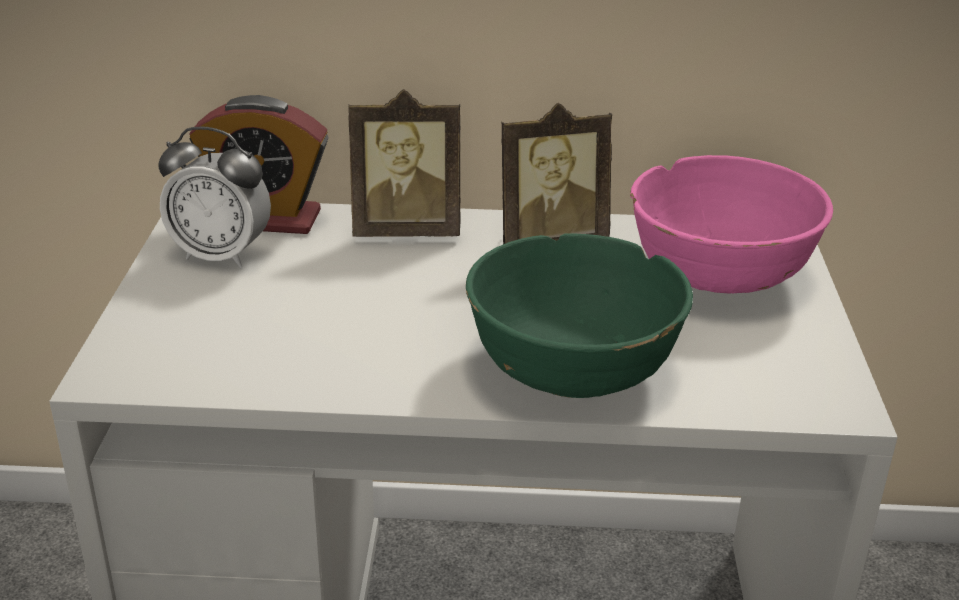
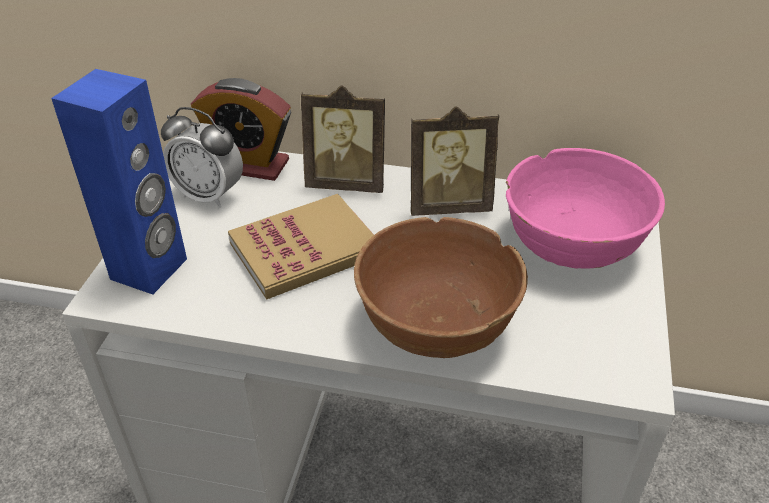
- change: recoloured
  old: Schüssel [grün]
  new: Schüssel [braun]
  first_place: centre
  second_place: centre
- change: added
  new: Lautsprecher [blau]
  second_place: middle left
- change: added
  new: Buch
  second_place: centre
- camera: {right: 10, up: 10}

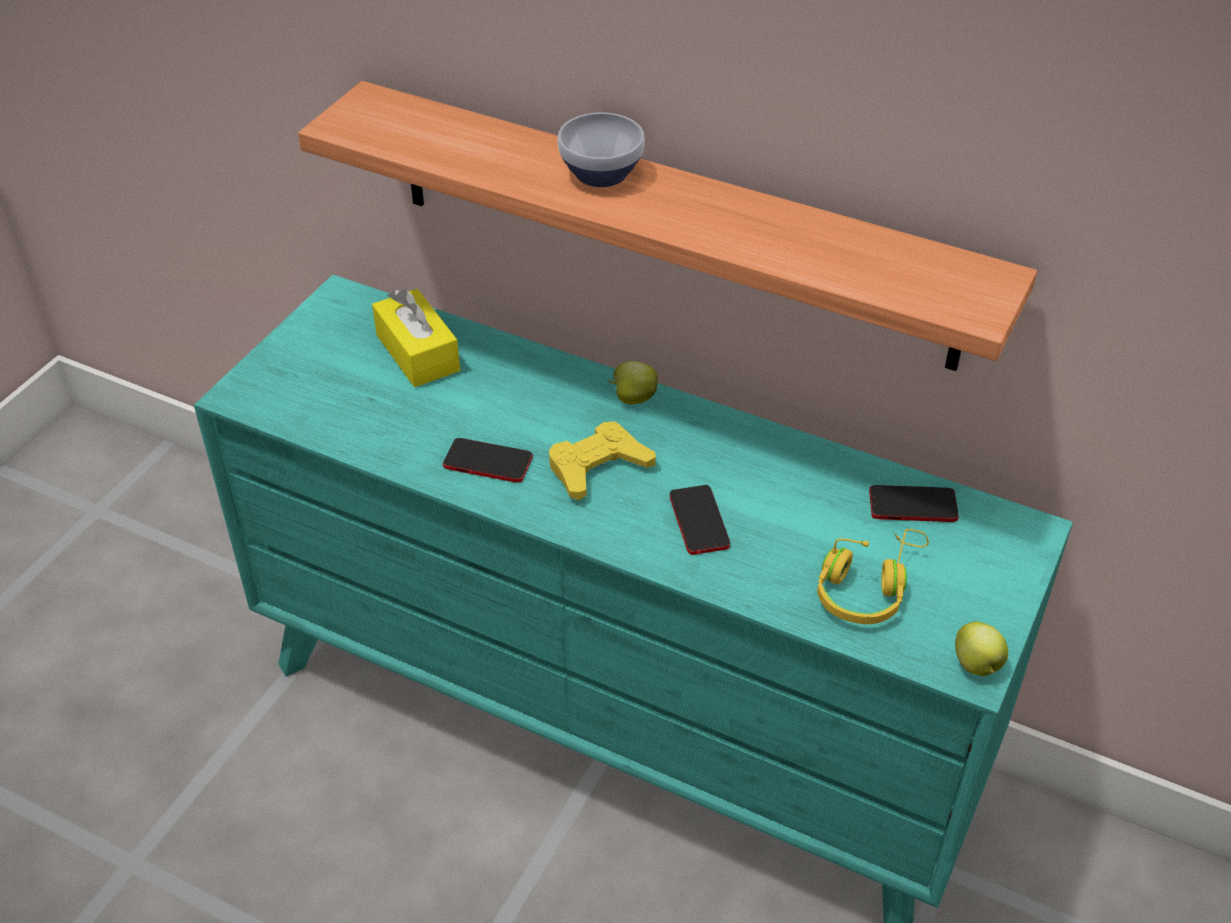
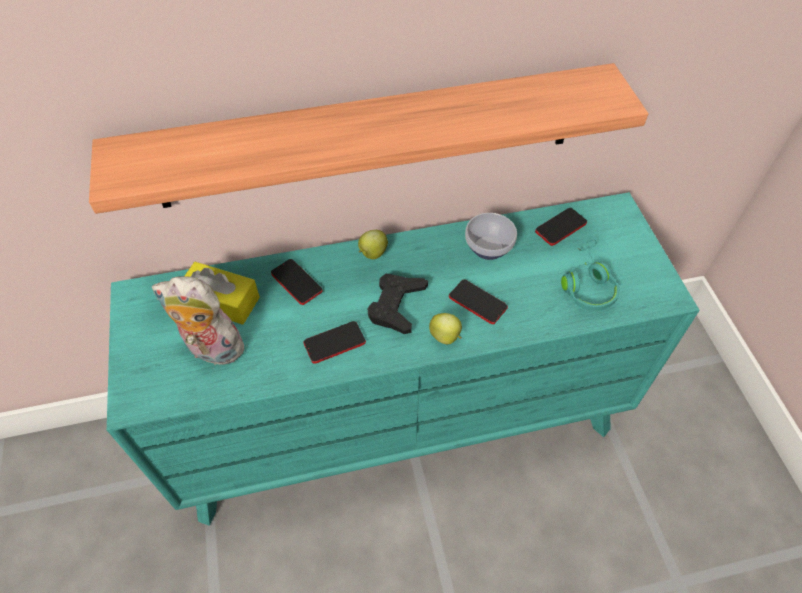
- change: moved
  old: Schüssel
  first_place: top centre
  second_place: centre
- change: recoloured
  old: Gamepad [gelb]
  new: Gamepad [schwarz]
  first_place: centre
  second_place: centre
- change: recoloured
  old: Kopfhörer [gelb]
  new: Kopfhörer [türkis]
  first_place: middle right
  second_place: middle right
- change: moved
  old: Apfel (2nd from left)
  first_place: bottom right
  second_place: centre
- change: added
  new: Handy (1st from left)
  second_place: centre
- change: added
  new: Plüschtier
  second_place: middle left
- camera: {right: -40, up: 10}

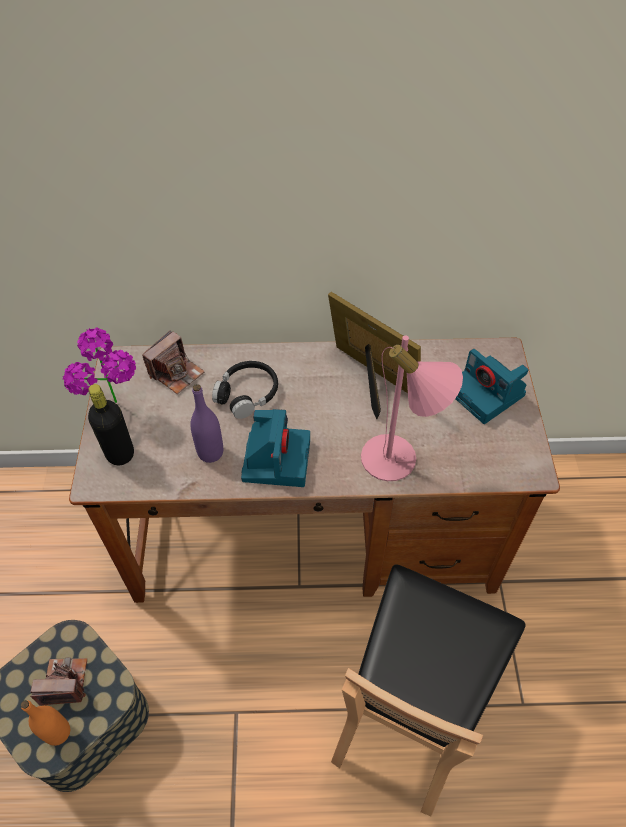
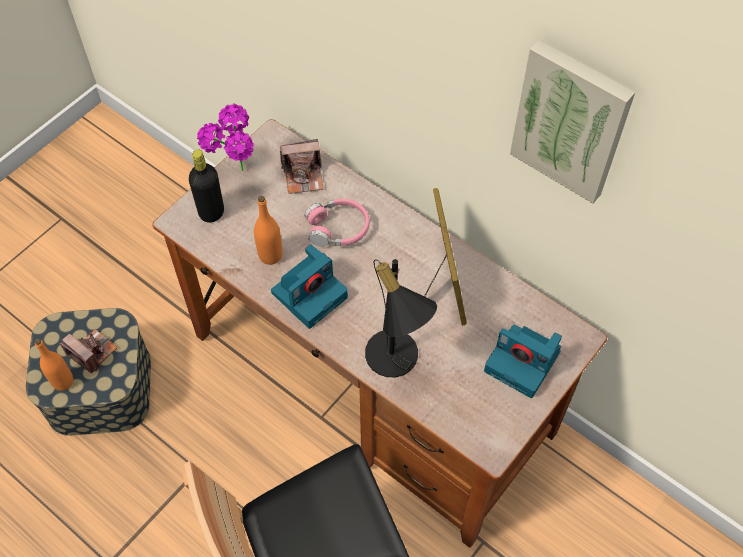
- change: recoloured
  old: Tischlampe [rosa]
  new: Tischlampe [schwarz]
  first_place: centre
  second_place: centre
- change: turned
  old: Kamera (4th from left)
  first_place: middle right
  second_place: middle right
  degrees: -60
- change: recoloured
  old: Kopfhörer [schwarz]
  new: Kopfhörer [rosa]
  first_place: centre
  second_place: centre
- change: recoloured
  old: Flasche [lila]
  new: Flasche [orange] (2nd from left)
  first_place: middle left
  second_place: centre
- change: added
  new: Bild
  second_place: top right
- camera: {right: 40, up: 5}

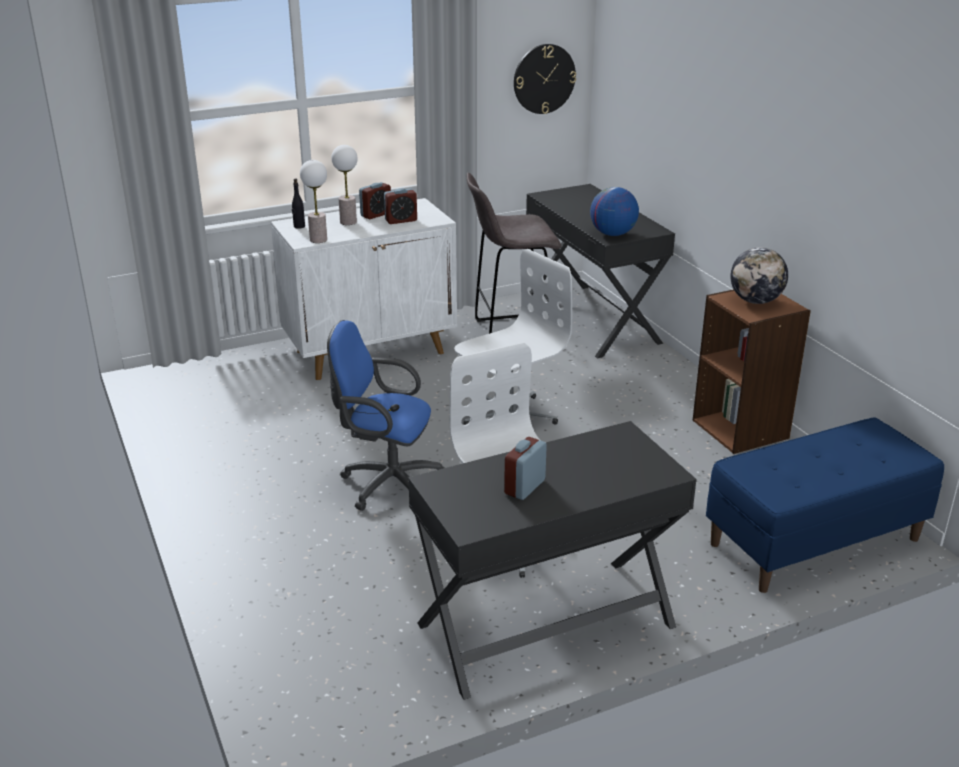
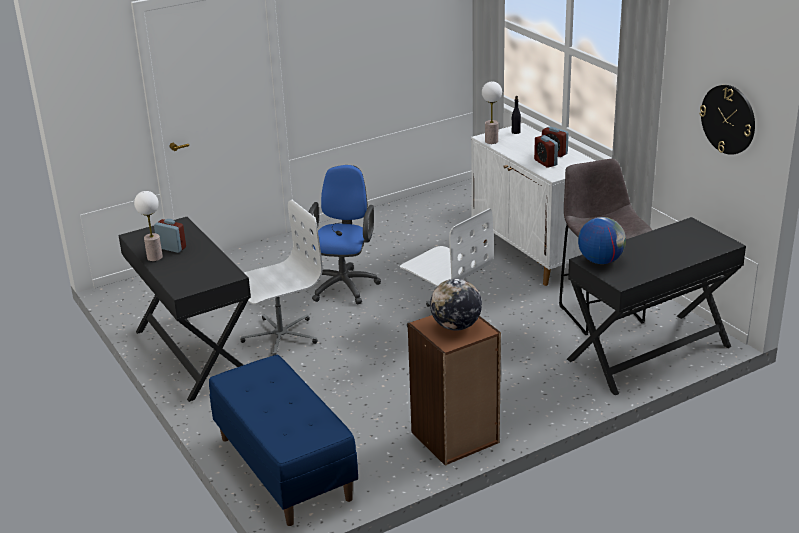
- change: moved
  old: Tischlampe (2nd from left in the first image)
  new: Tischlampe (1st from left)
  first_place: top centre
  second_place: middle left
- camera: {right: 85, up: 0}

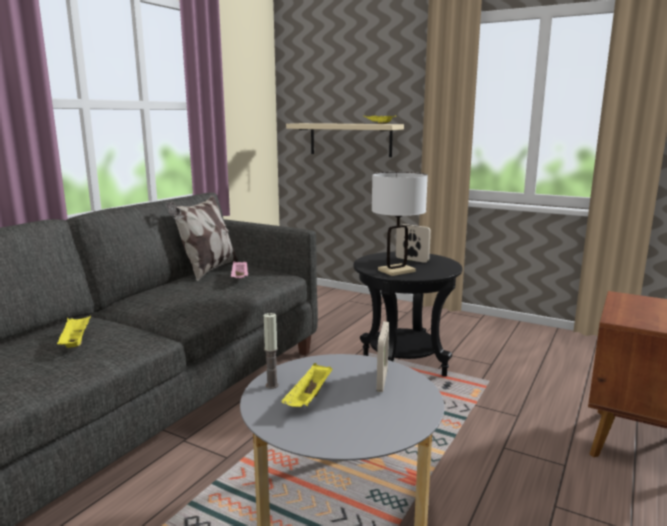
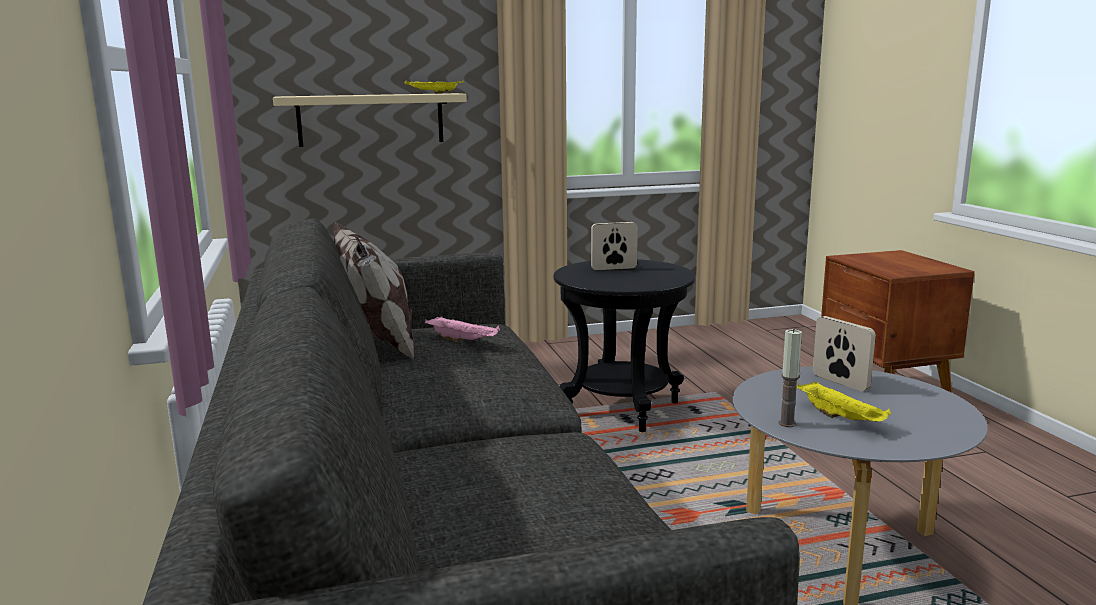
- change: removed
  old: Tischlampe [weiß]
  first_place: centre
- change: removed
  old: Tablett [gelb] (1st from left)
  first_place: middle left
- camera: {right: -45, up: 0}

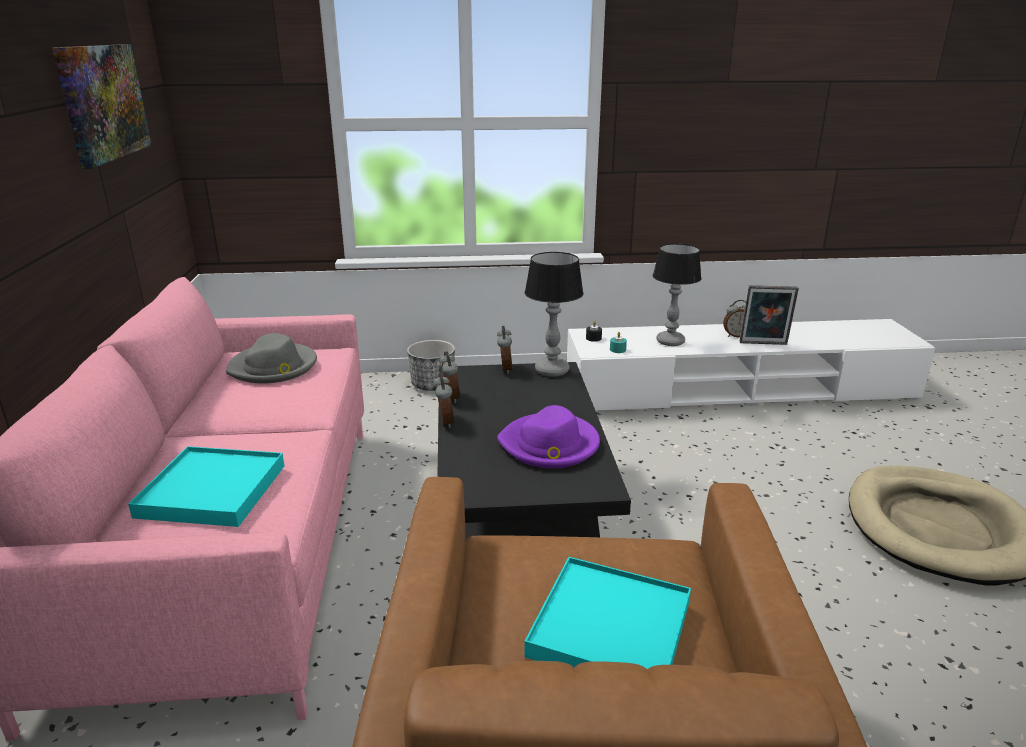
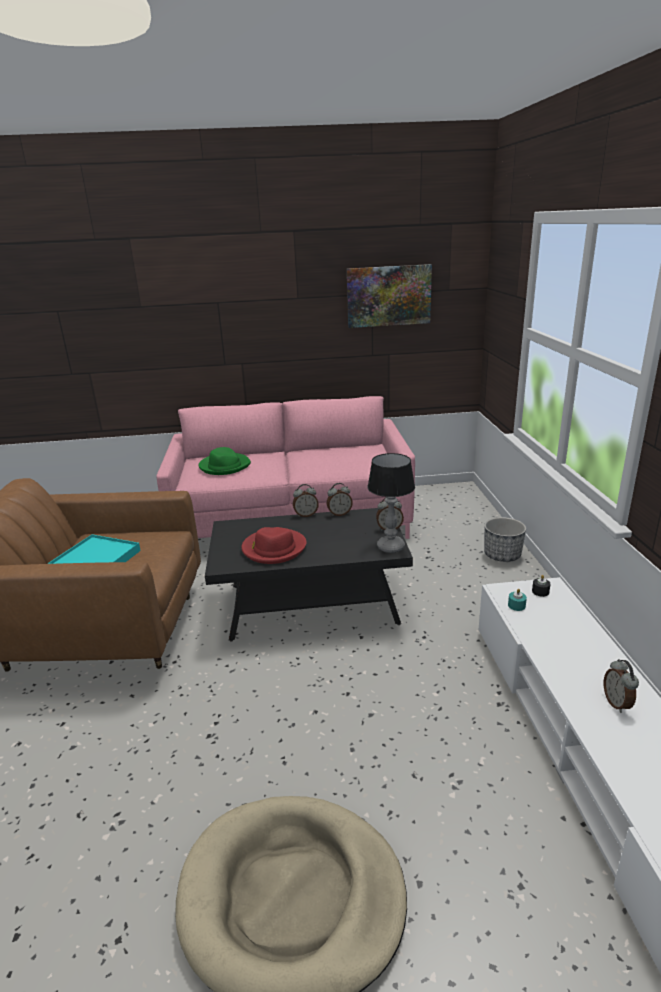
- change: removed
  old: Tischlampe (2nd from left)
  first_place: centre
- change: removed
  old: Bilderrahmen
  first_place: middle right
- change: removed
  old: Hut [grau]
  first_place: middle left
- change: recoloured
  old: Hut [lila]
  new: Hut [rot]
  first_place: centre
  second_place: centre
- change: replaced
  old: Tablett [türkis] (1st from left)
  new: Hut [grün]
  first_place: middle left
  second_place: centre
- camera: {right: 90, up: 0}

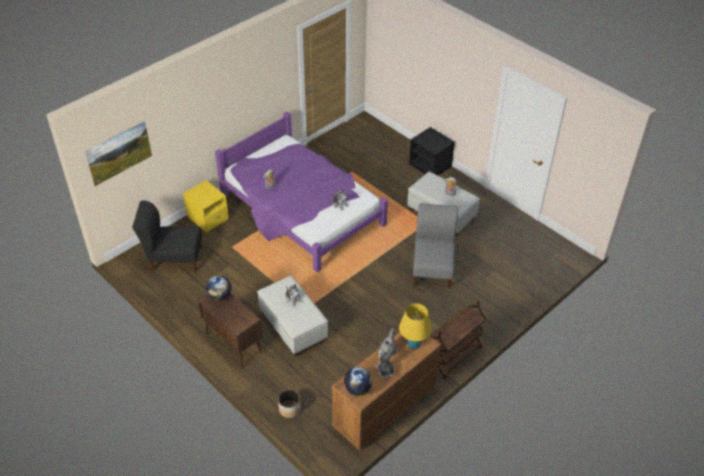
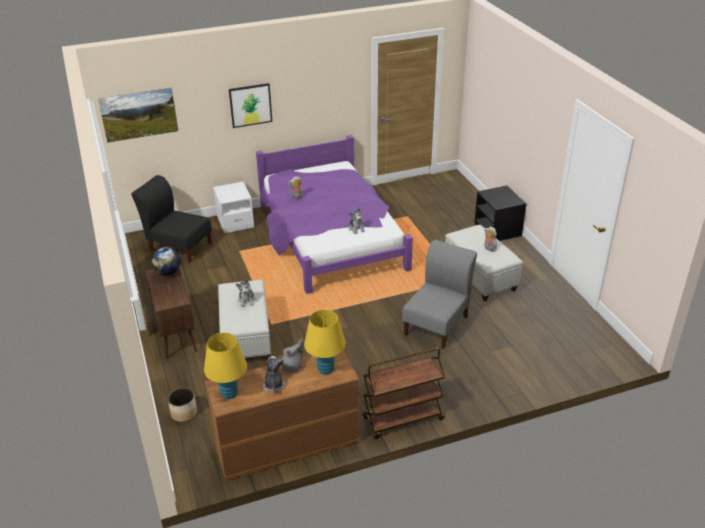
- change: recoloured
  old: Nachttisch [gelb]
  new: Nachttisch [weiß]
  first_place: middle left
  second_place: middle left
- change: replaced
  old: Globus (2nd from left)
  new: Tischlampe [gelb] (1st from left)
  first_place: bottom centre
  second_place: bottom left
- change: added
  new: Bild (2nd from left)
  second_place: top centre
- camera: {right: 25, up: -10}

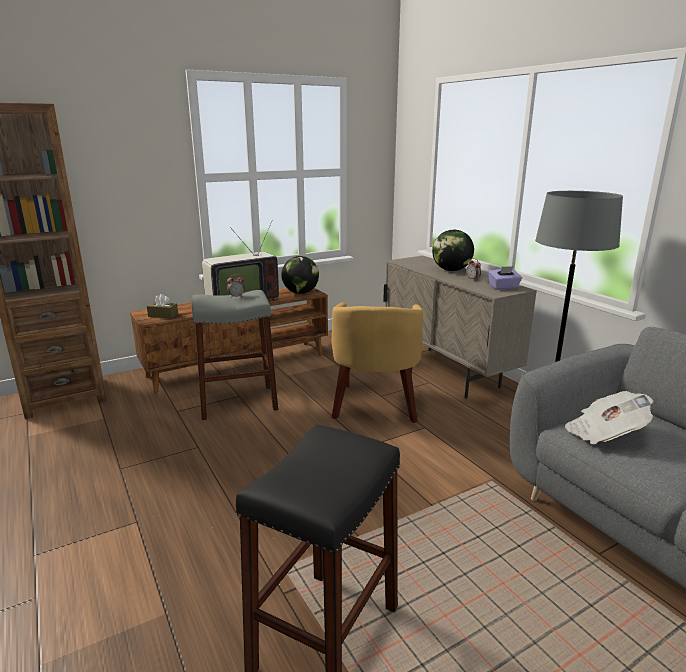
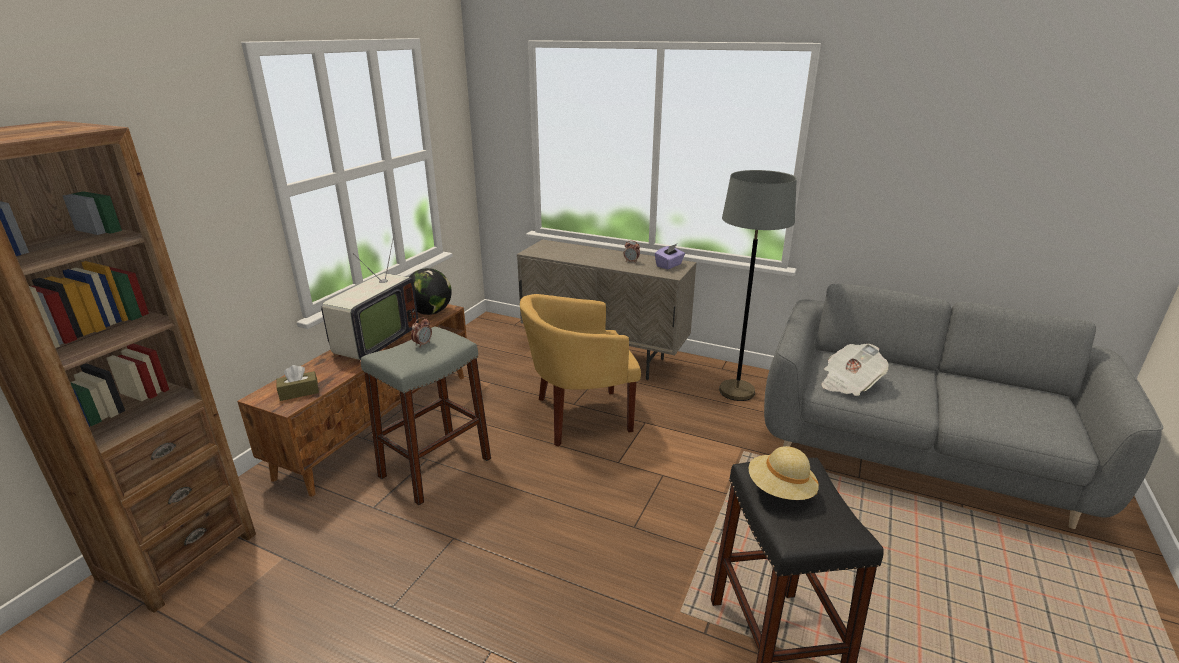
- change: removed
  old: Globus (2nd from left)
  first_place: centre
- change: turned
  old: Sessel [gelb]
  first_place: centre
  second_place: centre
  degrees: 105
- change: added
  new: Hut [beige]
  second_place: bottom centre
- camera: {right: -35, up: 5}

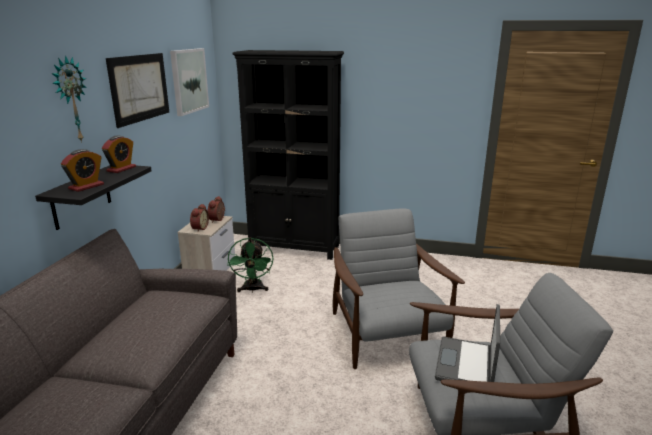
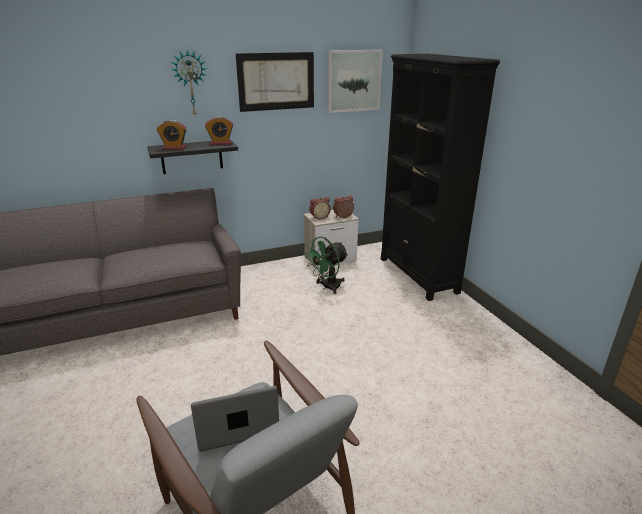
- change: removed
  old: Sessel [grau] (1st from left)
  first_place: centre
- camera: {right: 55, up: 5}

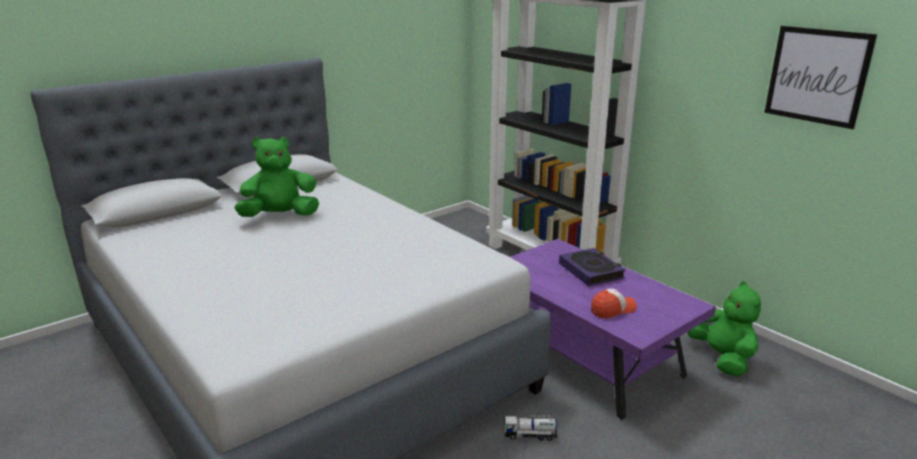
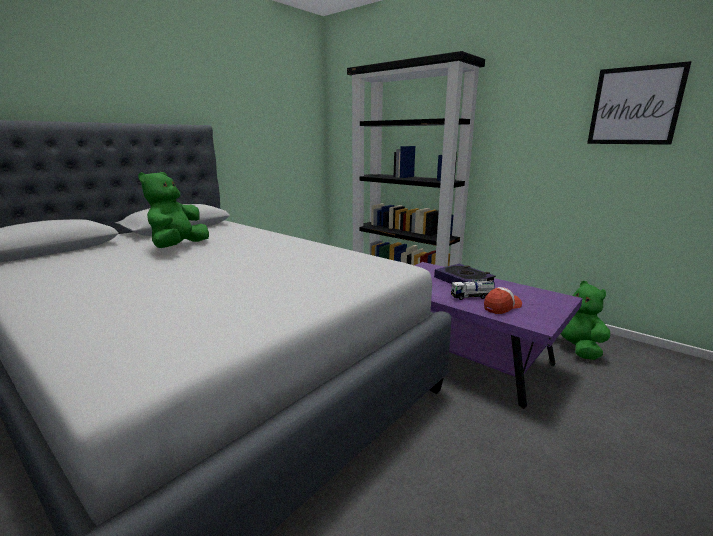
- change: turned
  old: Plüschtier [grün] (1st from left)
  first_place: middle left
  second_place: middle left
  degrees: -45
- change: moved
  old: Spielzeuglaster
  first_place: bottom centre
  second_place: centre
- camera: {right: -10, up: -5}

